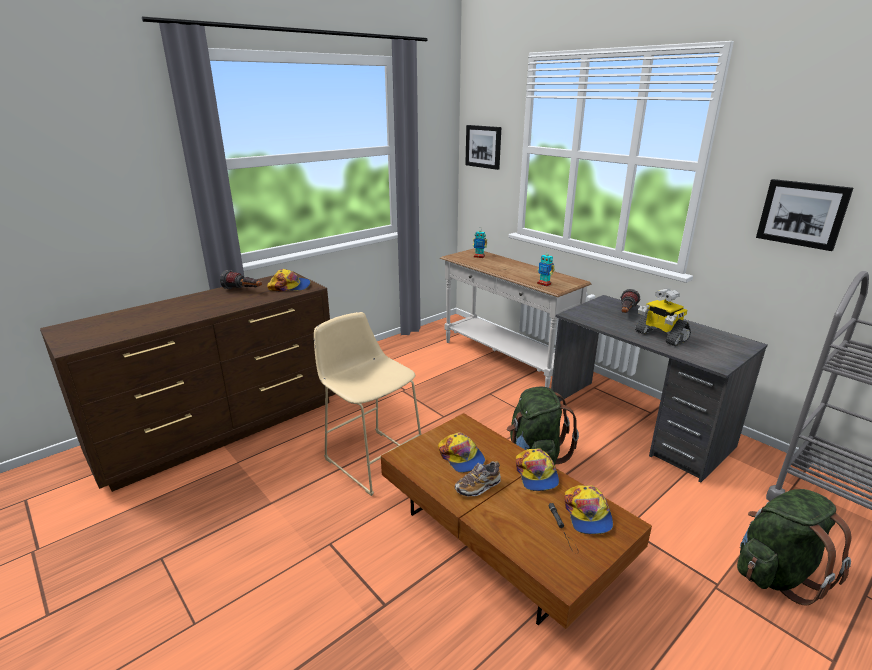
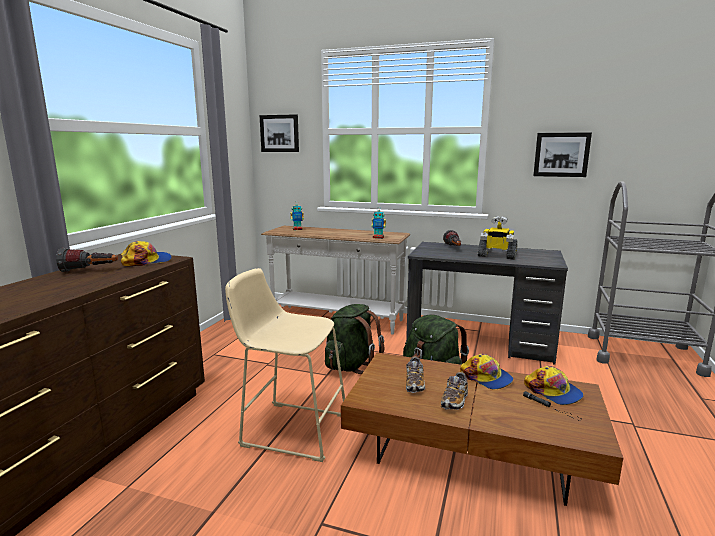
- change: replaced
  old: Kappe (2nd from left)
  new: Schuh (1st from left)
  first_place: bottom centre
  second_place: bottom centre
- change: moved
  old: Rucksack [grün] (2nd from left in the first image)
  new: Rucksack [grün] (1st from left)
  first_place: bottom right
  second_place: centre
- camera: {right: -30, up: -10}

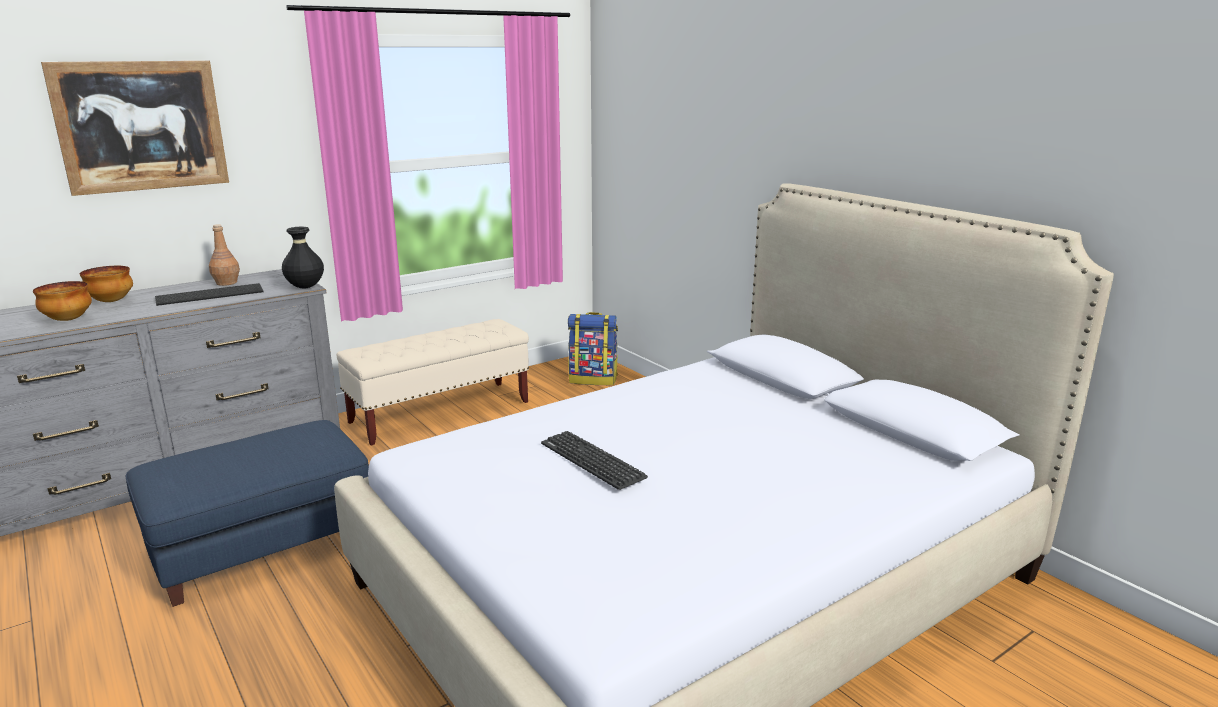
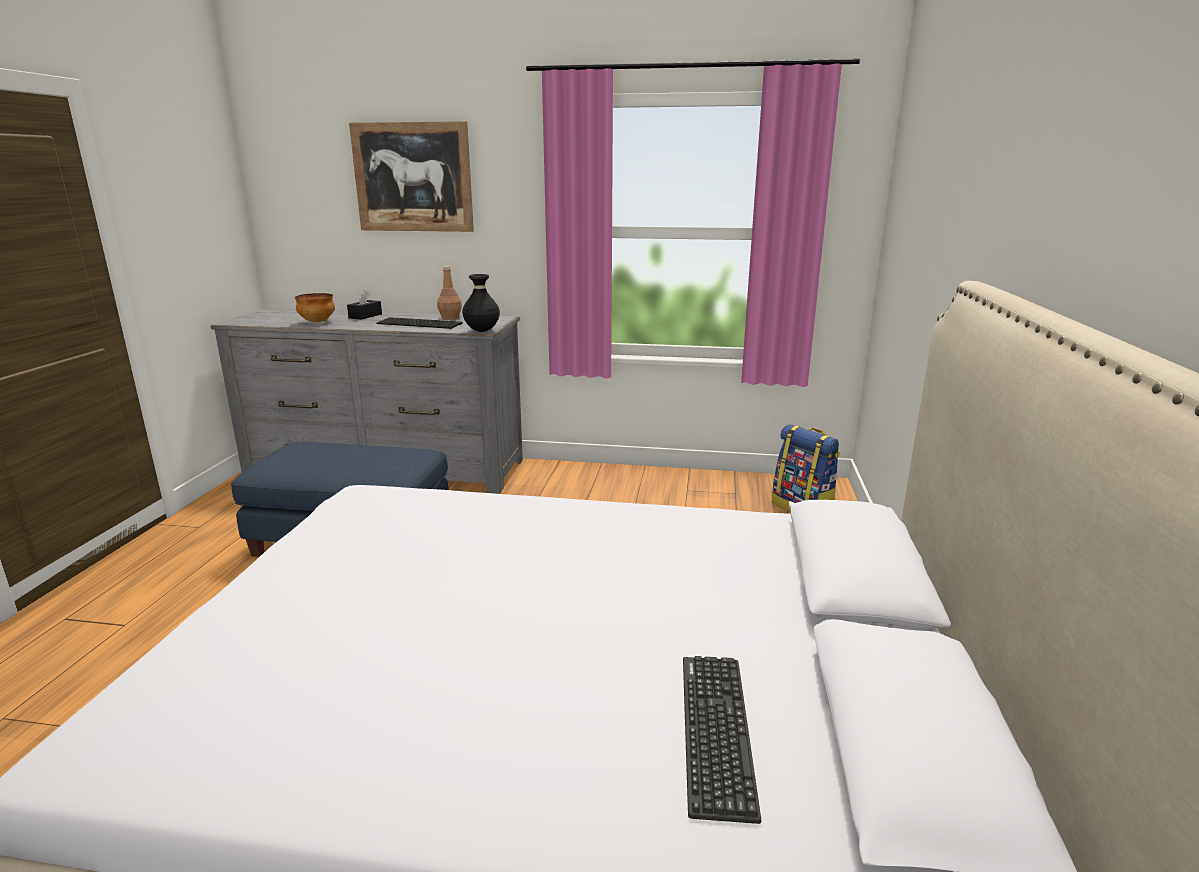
- change: replaced
  old: Schüssel (2nd from left)
  new: Taschentuchbox [schwarz]
  first_place: middle left
  second_place: middle left
- change: removed
  old: Bank [beige]
  first_place: centre
- change: moved
  old: Tastatur (2nd from left)
  first_place: centre
  second_place: bottom centre
- camera: {right: 45, up: 0}

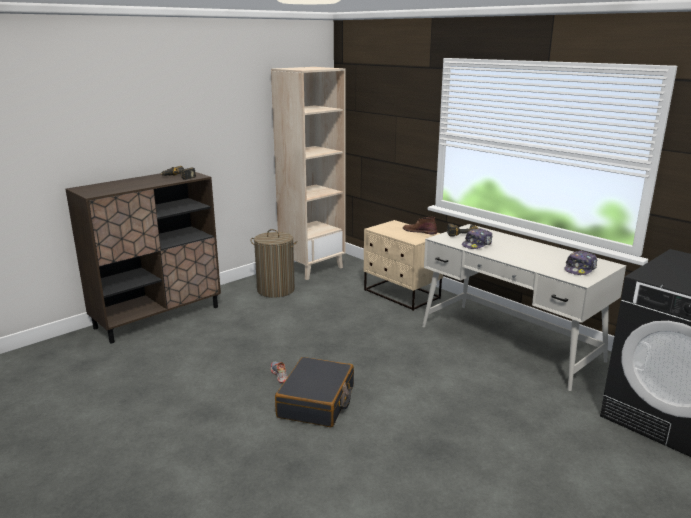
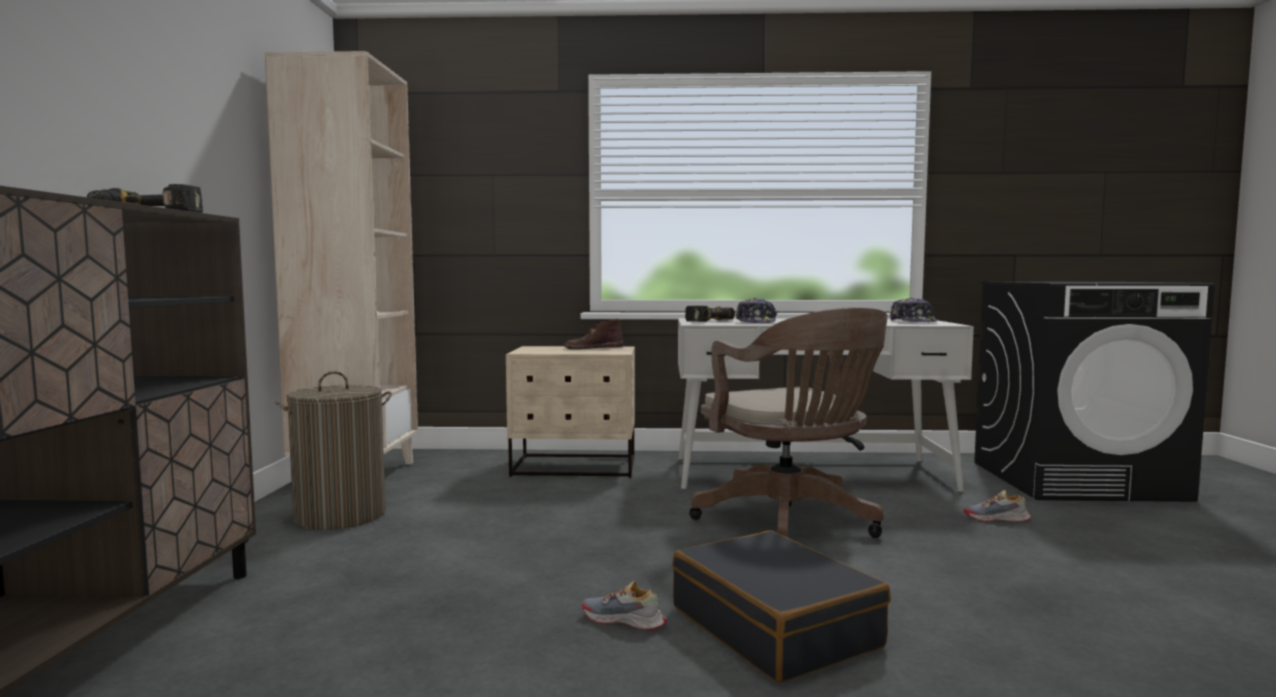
- change: added
  new: Bürostuhl [braun]
  second_place: centre
- change: added
  new: Schuh (2nd from left)
  second_place: bottom right
- camera: {right: -45, up: -15}

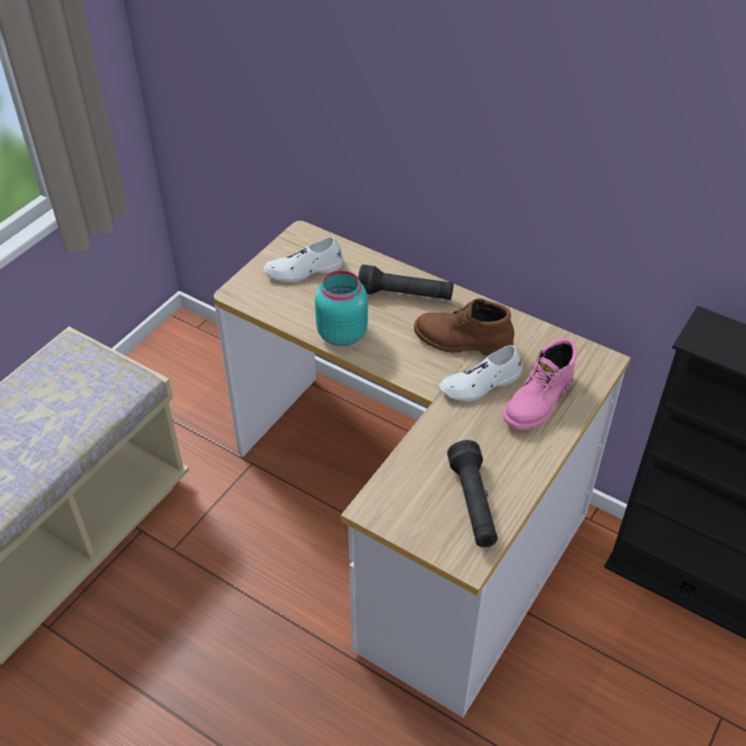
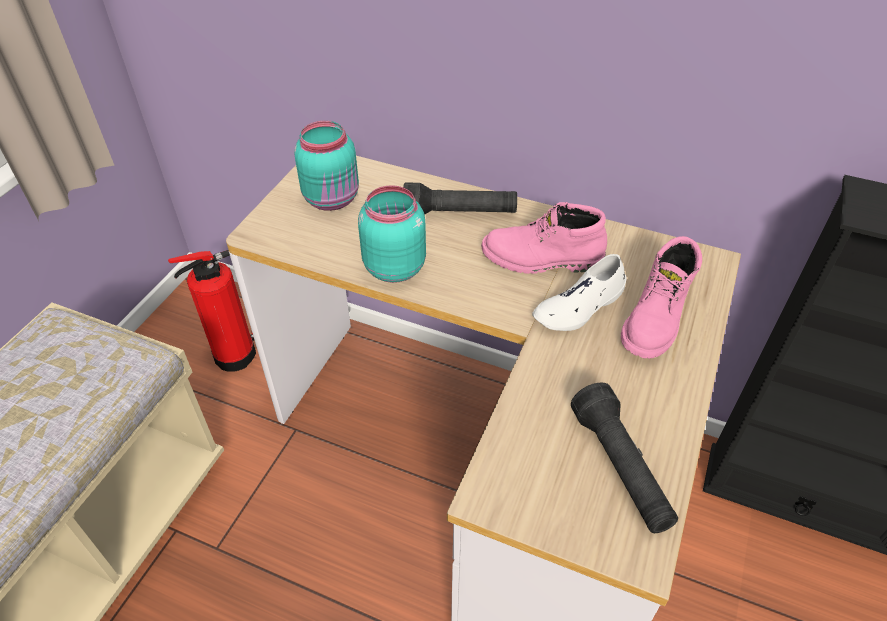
- change: replaced
  old: Schuh [weiß] (1st from left)
  new: Vorratsglas [türkis] (1st from left)
  first_place: centre
  second_place: top centre
- change: recoloured
  old: Stiefel [braun]
  new: Stiefel [rosa] (1st from left)
  first_place: centre
  second_place: centre
- change: added
  new: Feuerlöscher
  second_place: middle left
- camera: {right: -10, up: 0}

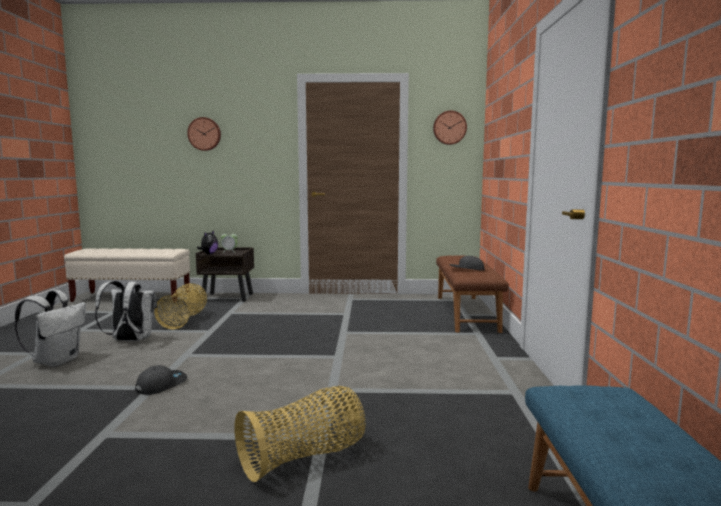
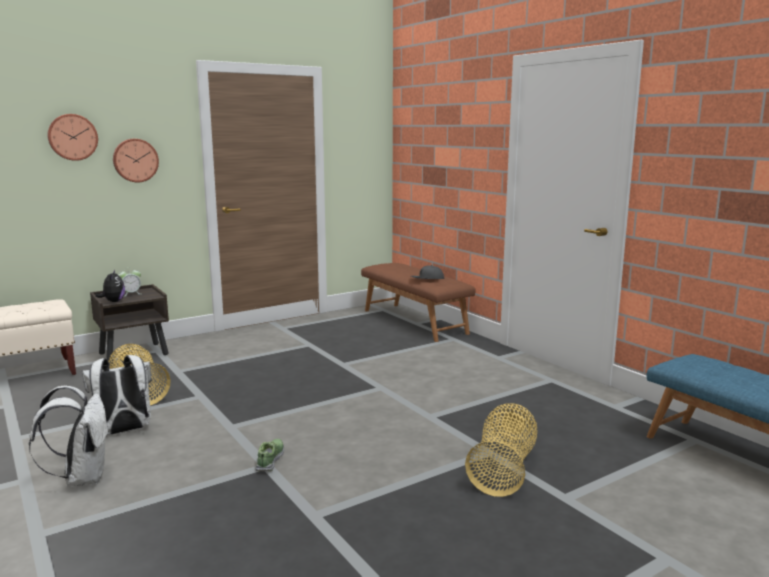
- change: moved
  old: Wanduhr (2nd from left)
  first_place: top centre
  second_place: top left
- change: replaced
  old: Kappe [grau] (1st from left)
  new: Schuh
  first_place: bottom left
  second_place: bottom centre
- camera: {right: -35, up: 5}

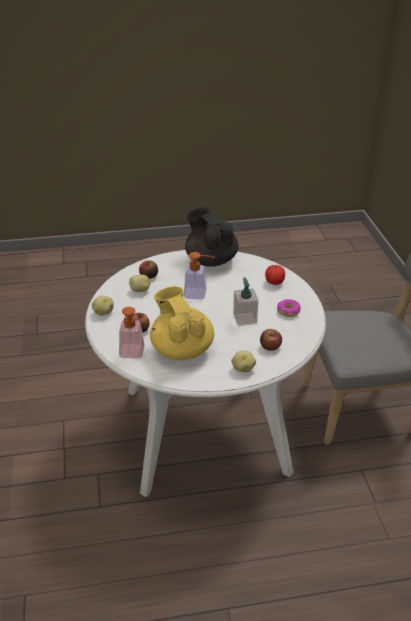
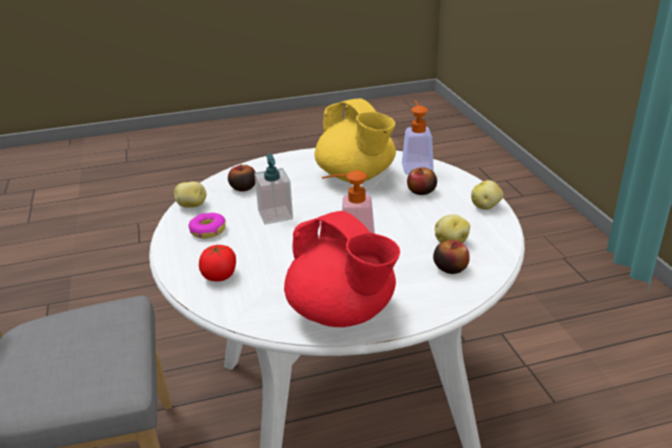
- change: recoloured
  old: Teekanne [schwarz]
  new: Teekanne [rot]
  first_place: centre
  second_place: centre
- change: moved
  old: Kartoffel (3rd from left in the first image)
  new: Kartoffel (1st from left)
  first_place: centre
  second_place: middle left
- camera: {right: 175, up: -5}

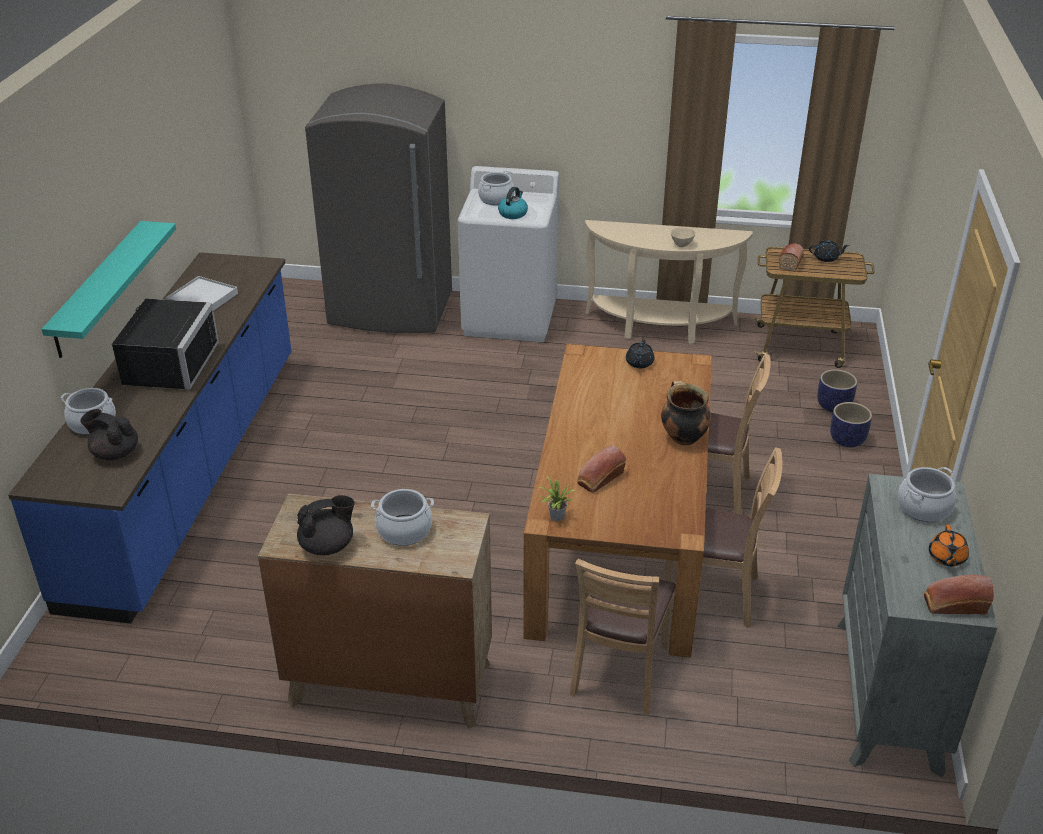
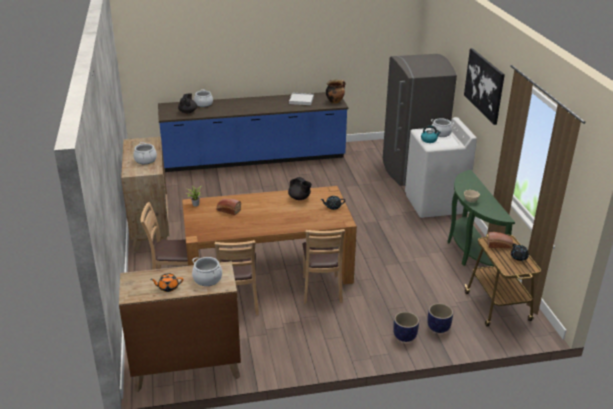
- change: recoloured
  old: Konsolentisch [beige]
  new: Konsolentisch [grün]
  first_place: centre
  second_place: middle right
- change: removed
  old: Wandregal [türkis]
  first_place: middle left
- change: removed
  old: Mikrowelle [schwarz]
  first_place: middle left
- change: moved
  old: Kochtopf (4th from left)
  first_place: centre
  second_place: top centre
- change: recoloured
  old: Kommode [grau]
  new: Kommode [braun] (2nd from left)
  first_place: bottom right
  second_place: bottom left
- change: moved
  old: Teekanne [schwarz] (2nd from left)
  first_place: middle left
  second_place: centre
- change: removed
  old: Brot (3rd from left)
  first_place: bottom right
- change: added
  new: Bild
  second_place: top right
- camera: {right: 70, up: -5}

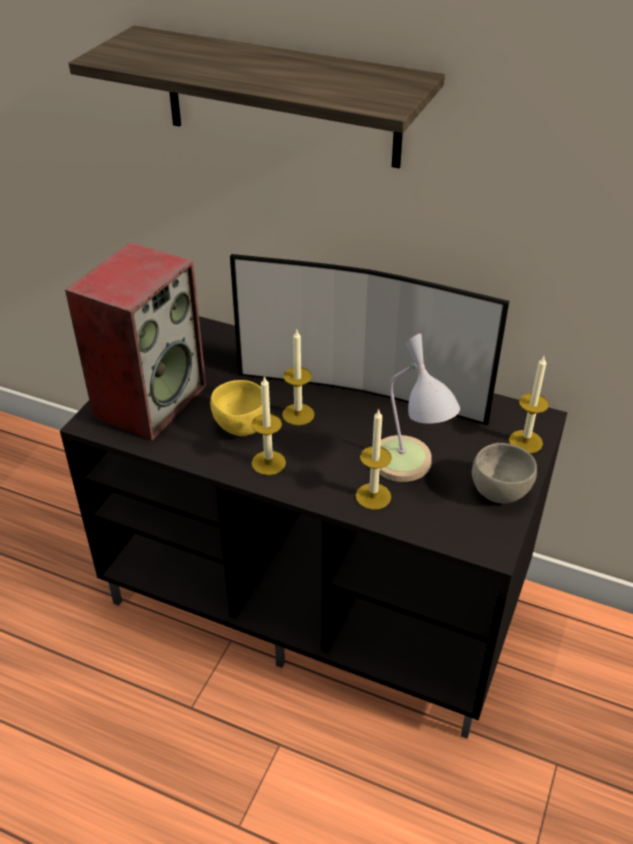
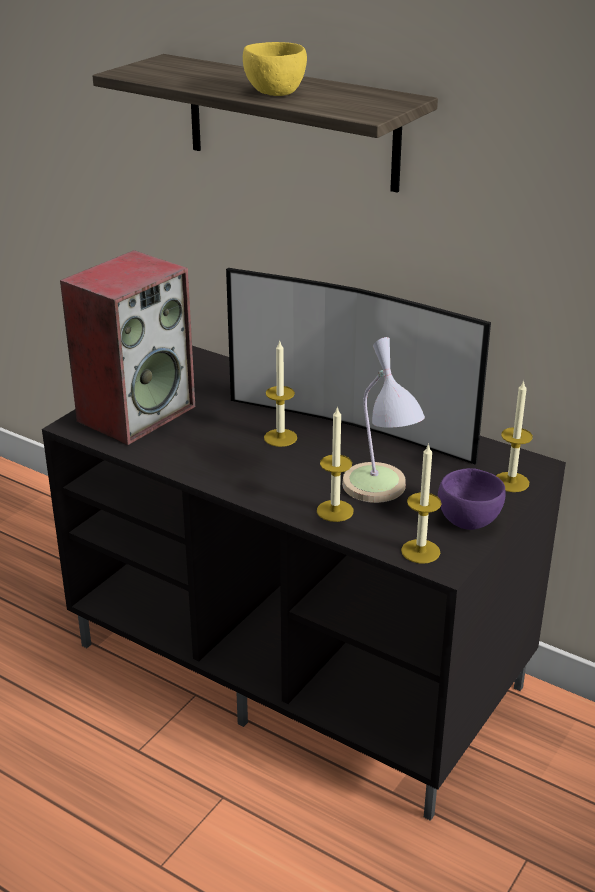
- change: moved
  old: Kerze (1st from left in the first image)
  new: Kerze (3rd from left)
  first_place: centre
  second_place: middle right
- change: moved
  old: Schüssel [gelb]
  first_place: centre
  second_place: top centre
- change: recoloured
  old: Schüssel [grau]
  new: Schüssel [lila]
  first_place: middle right
  second_place: middle right
- camera: {right: 10, up: -10}

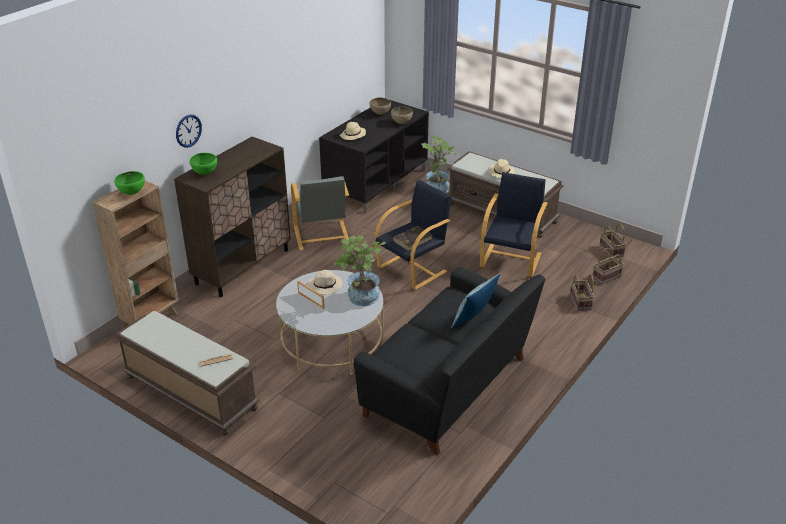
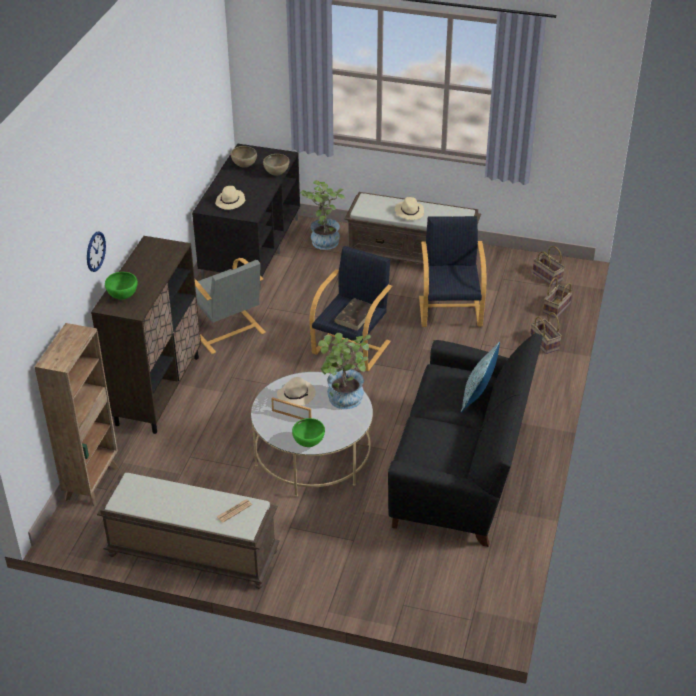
- change: moved
  old: Schüssel [grün] (1st from left in the first image)
  new: Schüssel [grün] (2nd from left)
  first_place: middle left
  second_place: centre
- camera: {right: -20, up: 5}

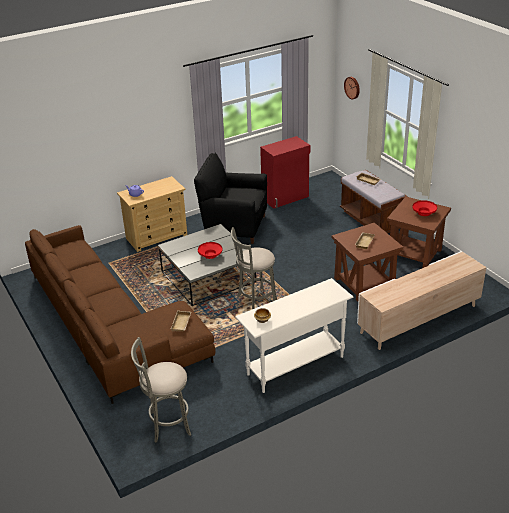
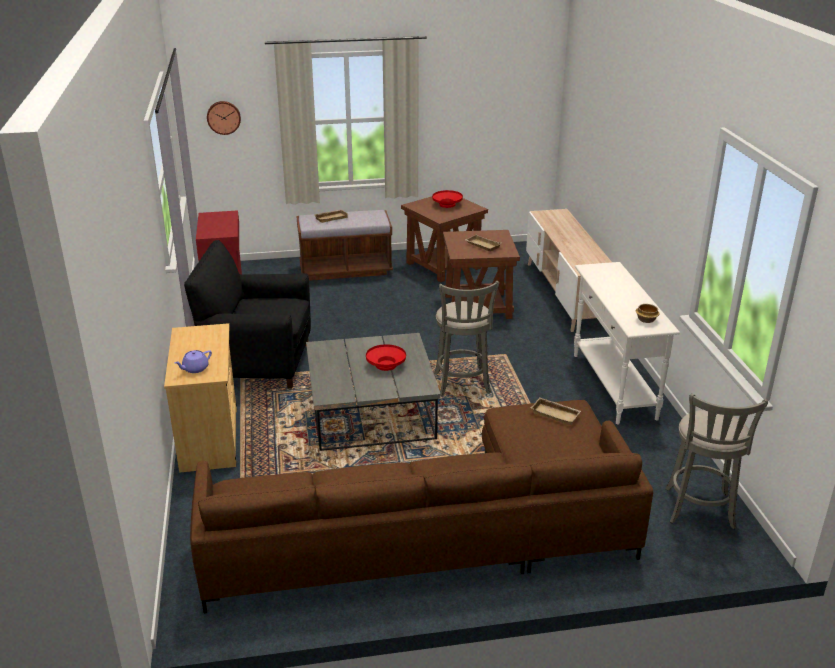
- change: turned
  old: Sessel [schwarz]
  first_place: centre
  second_place: middle left
  degrees: 60
- camera: {right: -70, up: -5}

